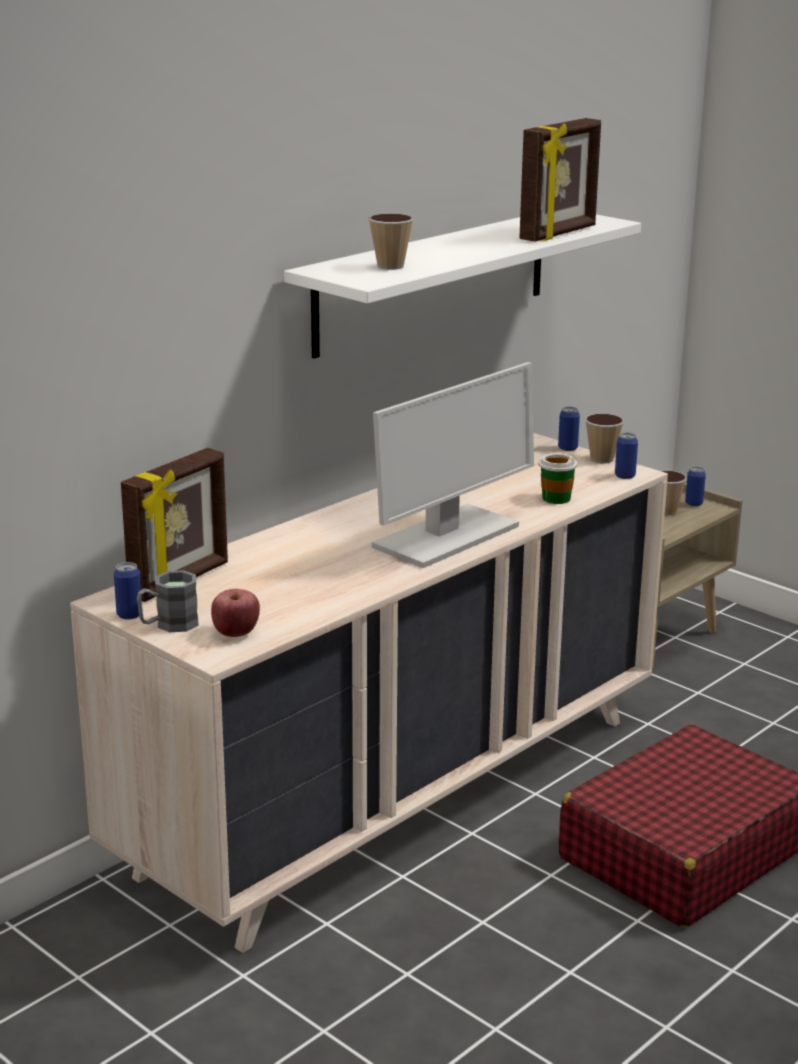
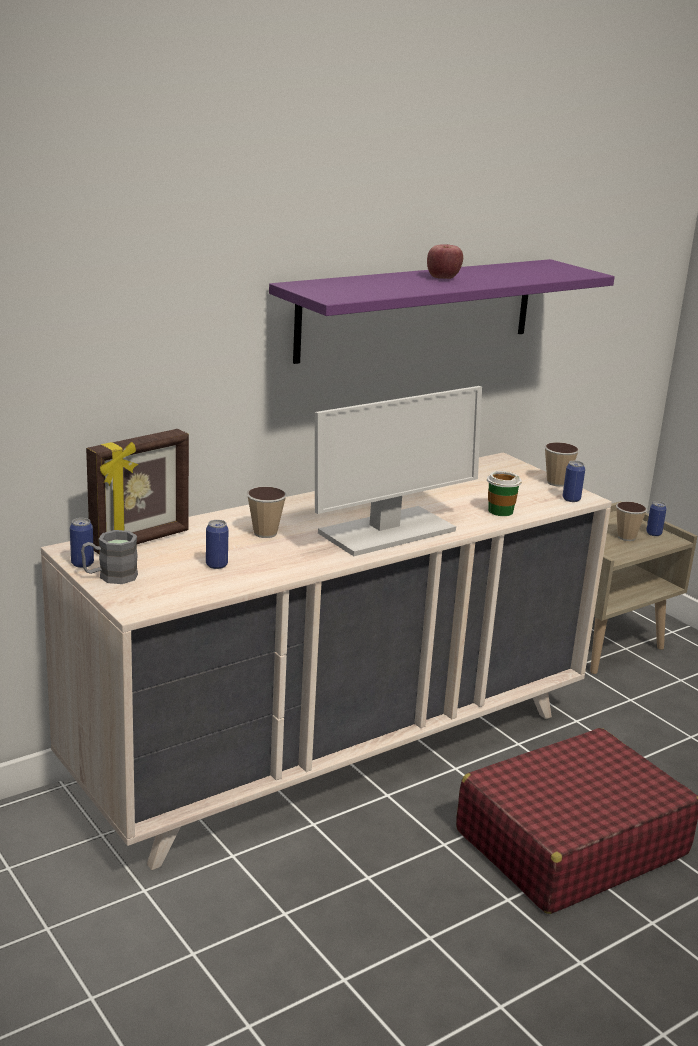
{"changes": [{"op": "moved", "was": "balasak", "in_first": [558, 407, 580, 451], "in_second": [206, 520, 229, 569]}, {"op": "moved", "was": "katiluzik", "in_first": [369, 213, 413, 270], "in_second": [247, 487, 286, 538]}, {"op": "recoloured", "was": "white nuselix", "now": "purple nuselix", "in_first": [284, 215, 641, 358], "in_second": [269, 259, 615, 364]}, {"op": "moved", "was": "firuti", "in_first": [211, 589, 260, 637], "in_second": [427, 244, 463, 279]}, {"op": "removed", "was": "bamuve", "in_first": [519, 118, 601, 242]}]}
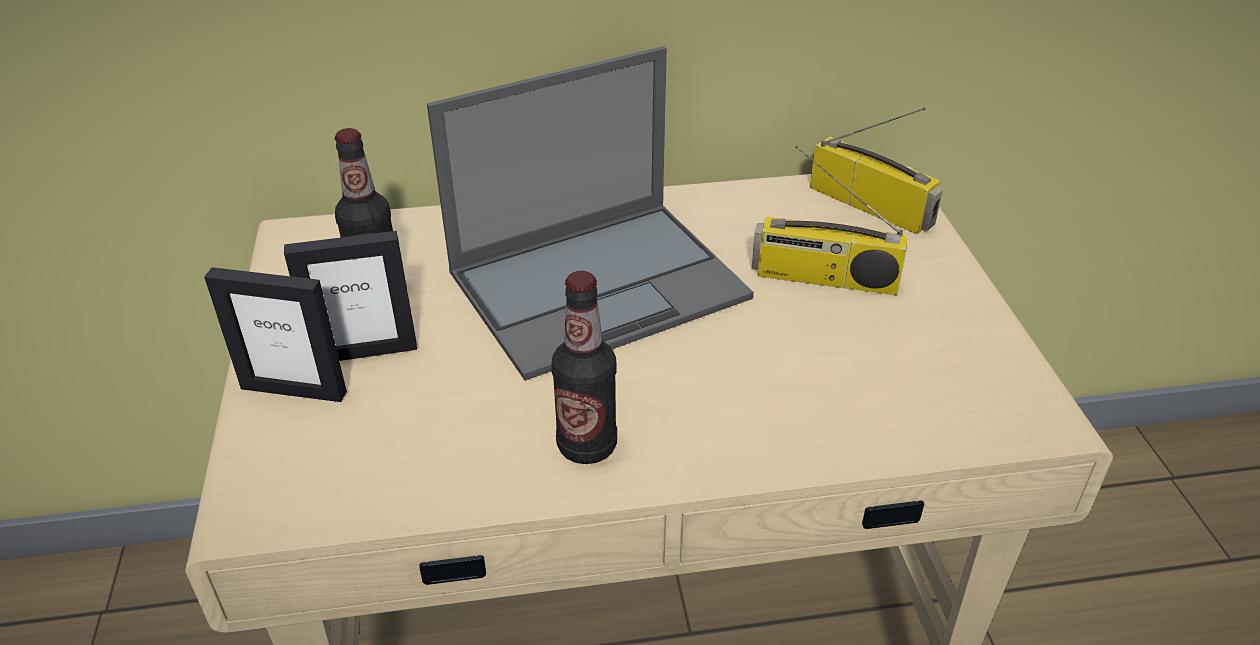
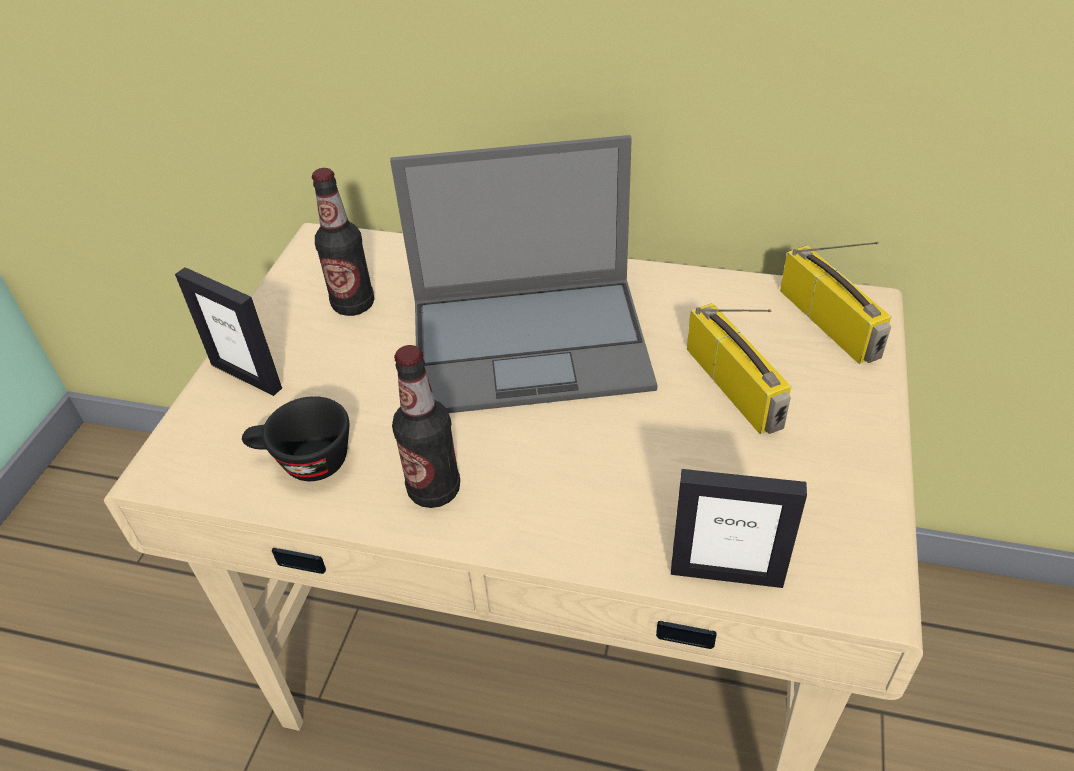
{"changes": [{"op": "added", "now": "black katiluzik", "in_second": [242, 396, 349, 481]}, {"op": "moved", "was": "bamuve", "in_first": [284, 231, 417, 361], "in_second": [671, 469, 807, 588]}, {"op": "turned", "was": "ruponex", "in_first": [752, 146, 907, 295], "in_second": [687, 303, 791, 434], "clockwise": -150}]}
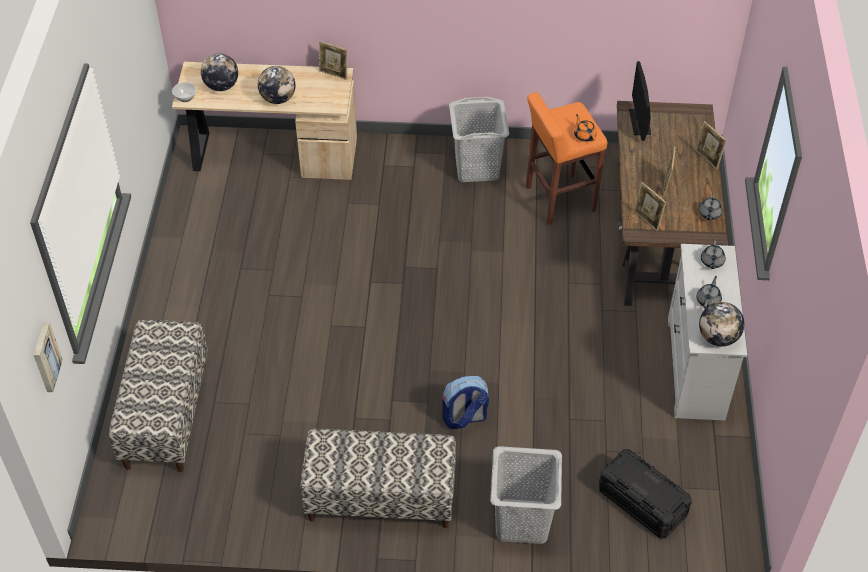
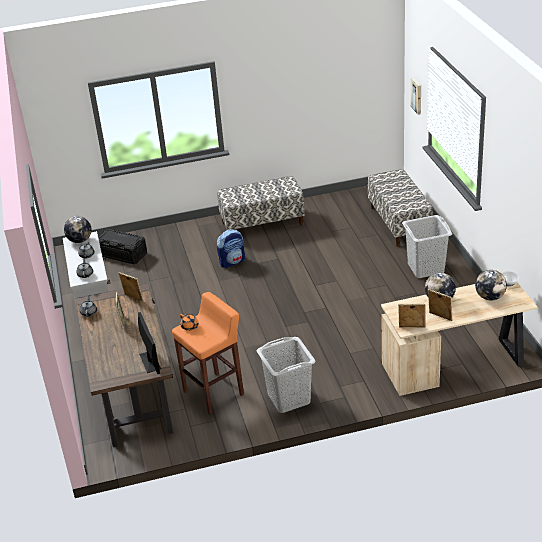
{"changes": [{"op": "moved", "was": "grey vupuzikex", "in_first": [490, 446, 562, 544], "in_second": [402, 215, 452, 278]}, {"op": "moved", "was": "bamuve", "in_first": [695, 121, 727, 169], "in_second": [428, 289, 452, 321]}]}
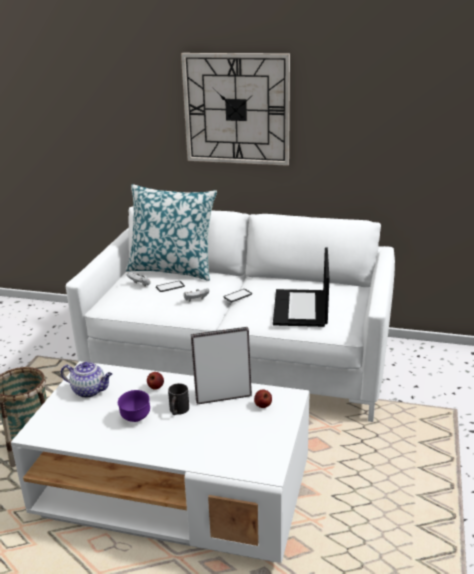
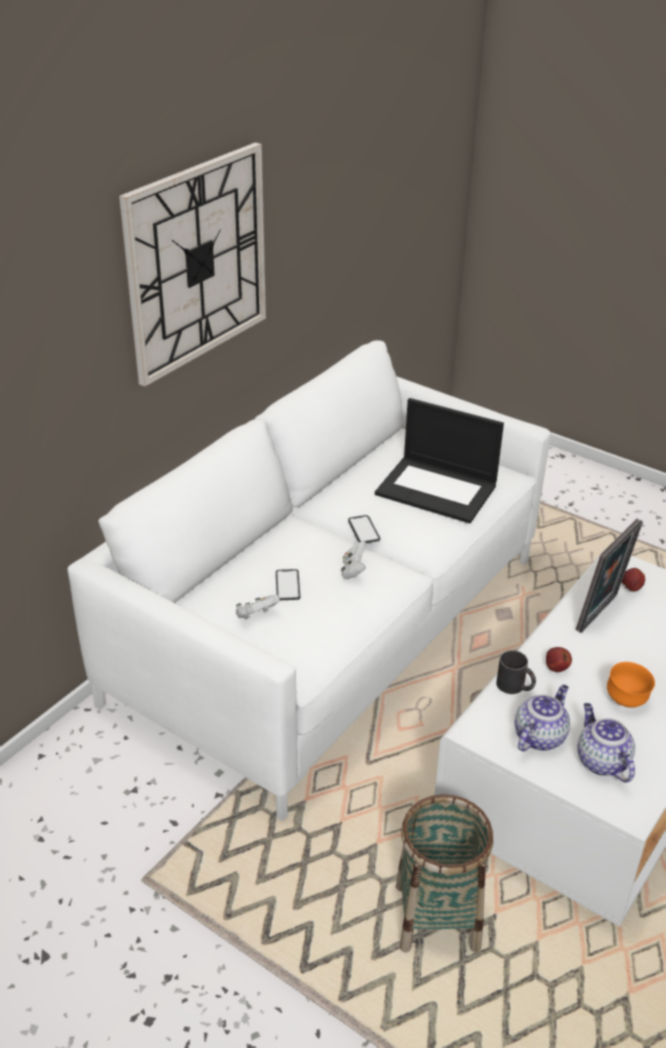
{"changes": [{"op": "moved", "was": "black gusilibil", "in_first": [168, 383, 189, 415], "in_second": [496, 650, 536, 694]}, {"op": "turned", "was": "bamuve", "in_first": [191, 327, 252, 404], "in_second": [576, 519, 643, 633], "clockwise": -150}, {"op": "added", "now": "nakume", "in_second": [578, 703, 635, 783]}, {"op": "recoloured", "was": "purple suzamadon", "now": "orange suzamadon", "in_first": [118, 390, 150, 422], "in_second": [607, 662, 655, 707]}, {"op": "removed", "was": "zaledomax", "in_first": [126, 184, 217, 281]}]}
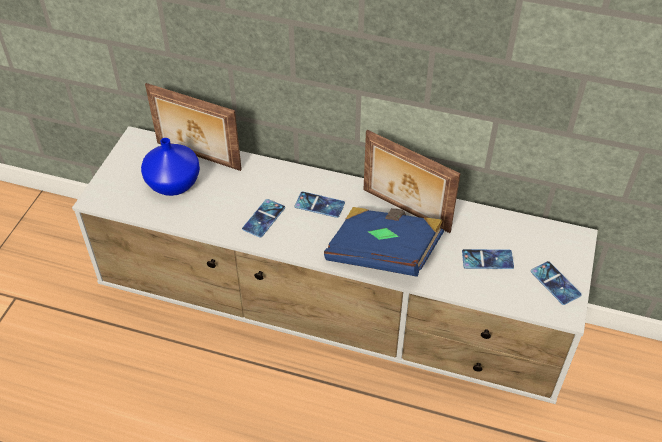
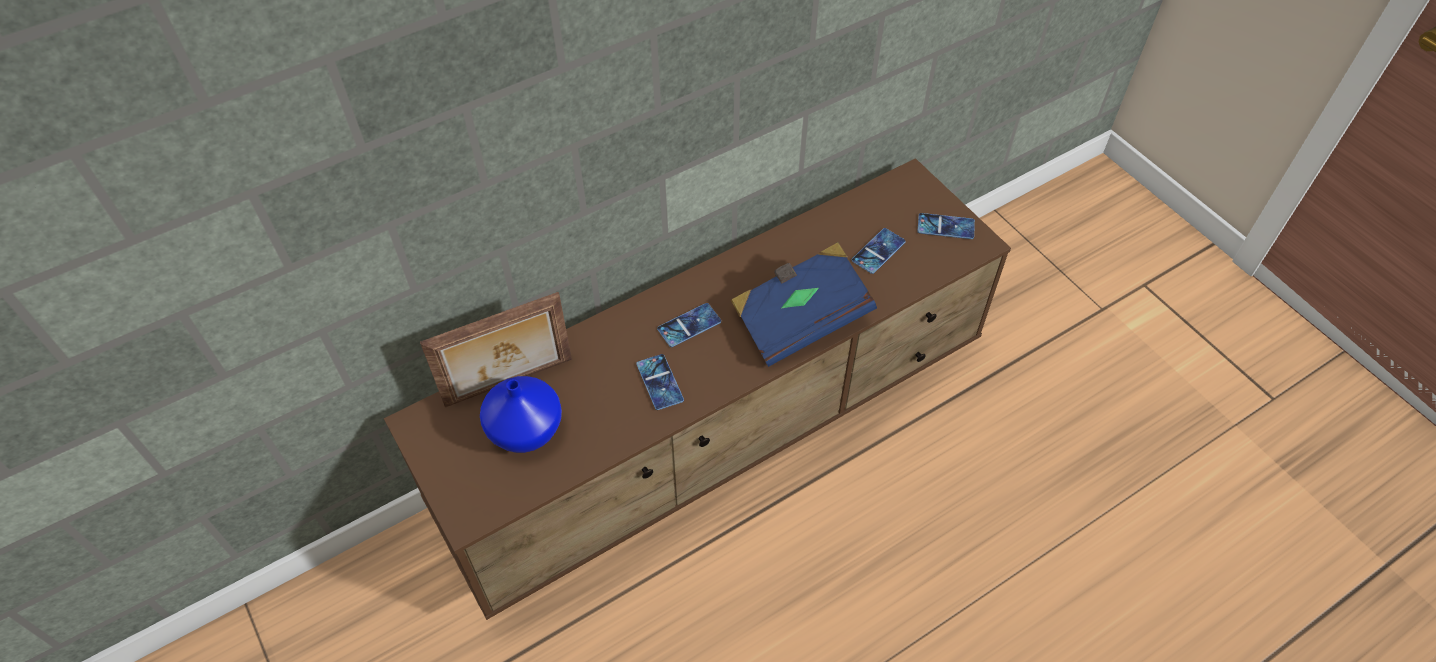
{"changes": [{"op": "recoloured", "was": "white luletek", "now": "brown luletek", "in_first": [72, 126, 598, 404], "in_second": [384, 158, 1011, 620]}, {"op": "removed", "was": "bamuve", "in_first": [363, 130, 460, 233]}]}
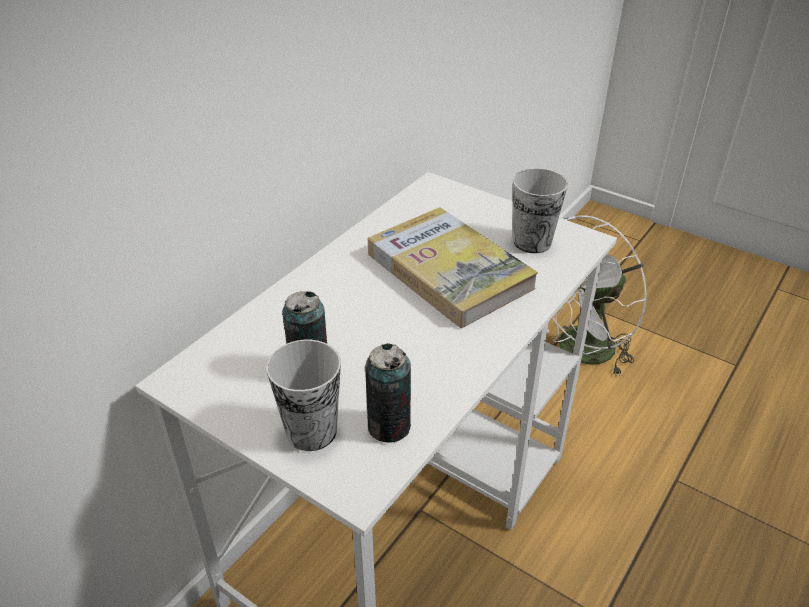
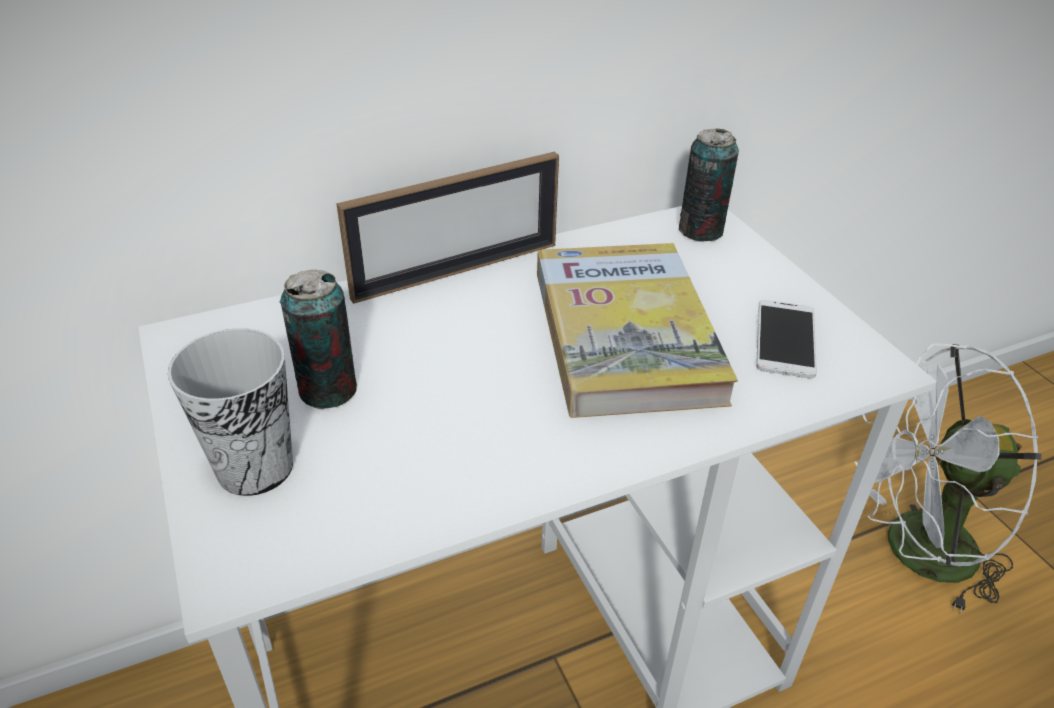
{"changes": [{"op": "added", "now": "bamuve", "in_second": [336, 152, 559, 304]}, {"op": "moved", "was": "balasak", "in_first": [365, 343, 411, 443], "in_second": [679, 129, 739, 242]}, {"op": "replaced", "was": "katiluzik", "now": "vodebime", "in_first": [513, 168, 568, 253], "in_second": [756, 300, 817, 379]}]}
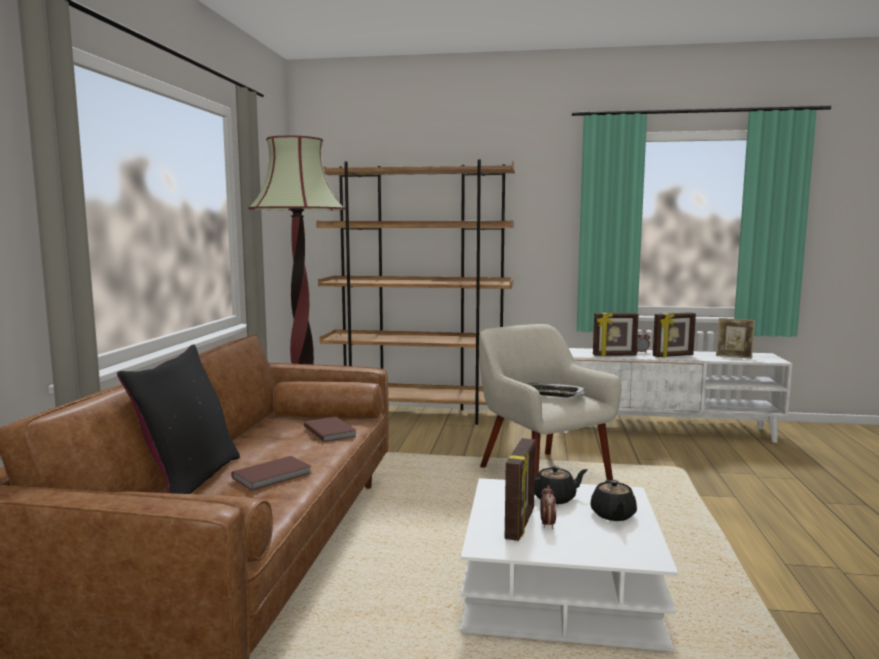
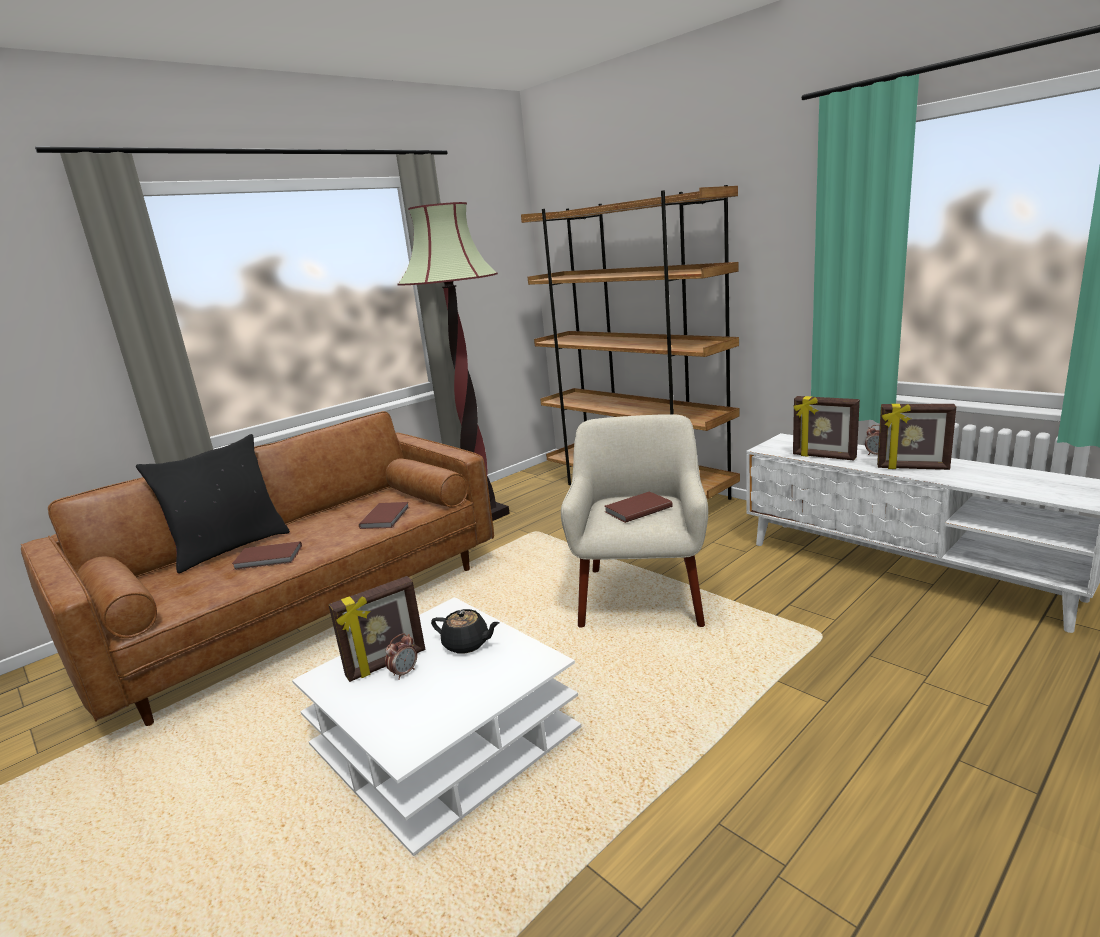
{"changes": [{"op": "replaced", "was": "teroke", "now": "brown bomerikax", "in_first": [528, 383, 586, 398], "in_second": [605, 491, 673, 523]}, {"op": "removed", "was": "black nakume", "in_first": [590, 480, 637, 521]}, {"op": "removed", "was": "bamuve", "in_first": [716, 318, 755, 359]}]}
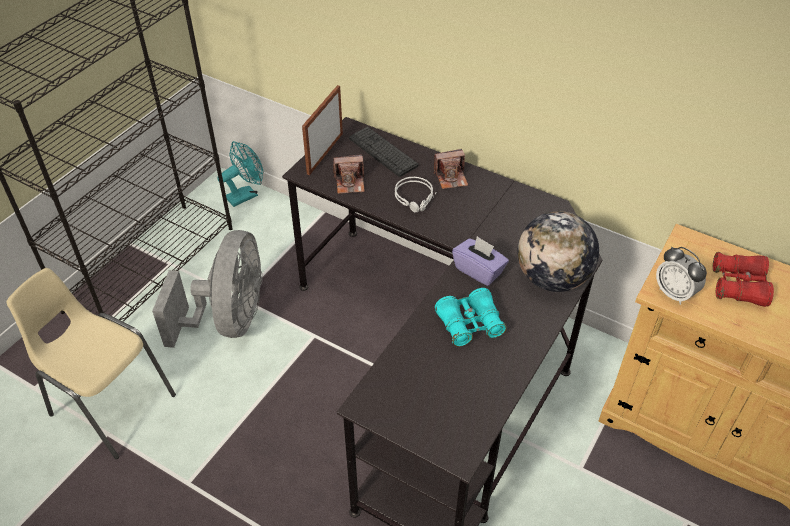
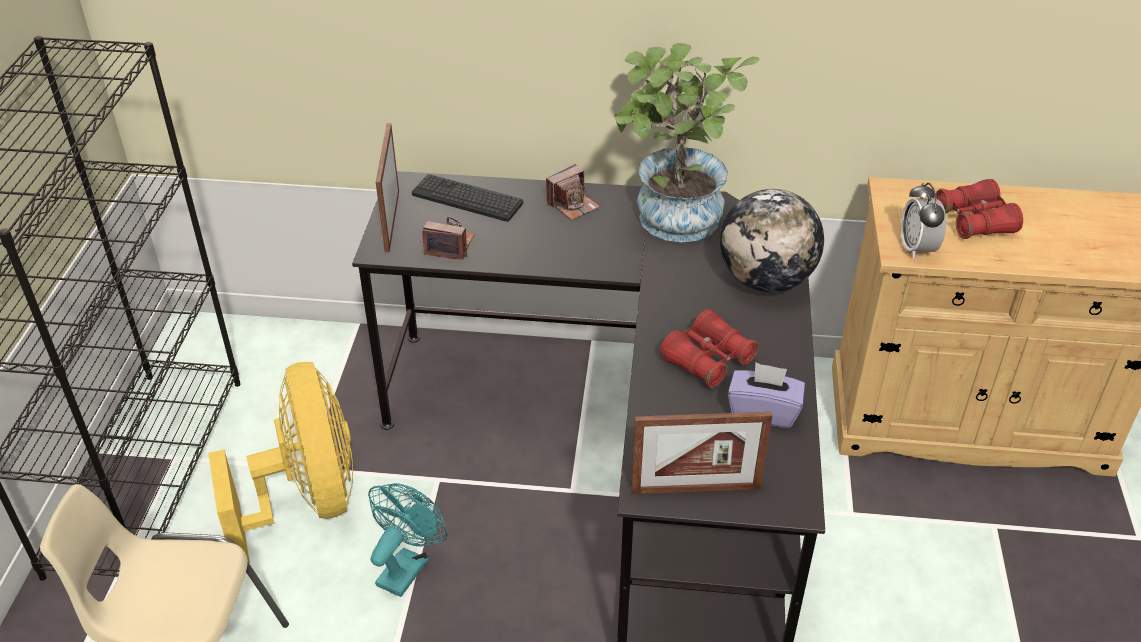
{"changes": [{"op": "recoloured", "was": "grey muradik", "now": "yellow muradik", "in_first": [152, 230, 262, 348], "in_second": [208, 362, 353, 563]}, {"op": "moved", "was": "turquoise muradik", "in_first": [217, 141, 264, 207], "in_second": [368, 483, 447, 597]}, {"op": "turned", "was": "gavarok", "in_first": [333, 154, 365, 194], "in_second": [422, 217, 474, 260], "clockwise": -135}, {"op": "added", "now": "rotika", "in_second": [614, 43, 759, 242]}, {"op": "added", "now": "bamuve", "in_second": [631, 412, 772, 494]}, {"op": "recoloured", "was": "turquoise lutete", "now": "red lutete", "in_first": [435, 288, 507, 347], "in_second": [660, 309, 759, 388]}, {"op": "moved", "was": "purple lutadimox", "in_first": [452, 236, 509, 286], "in_second": [728, 362, 805, 428]}, {"op": "turned", "was": "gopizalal", "in_first": [656, 247, 707, 305], "in_second": [901, 183, 946, 259], "clockwise": 60}, {"op": "removed", "was": "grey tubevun", "in_first": [395, 177, 437, 212]}]}
